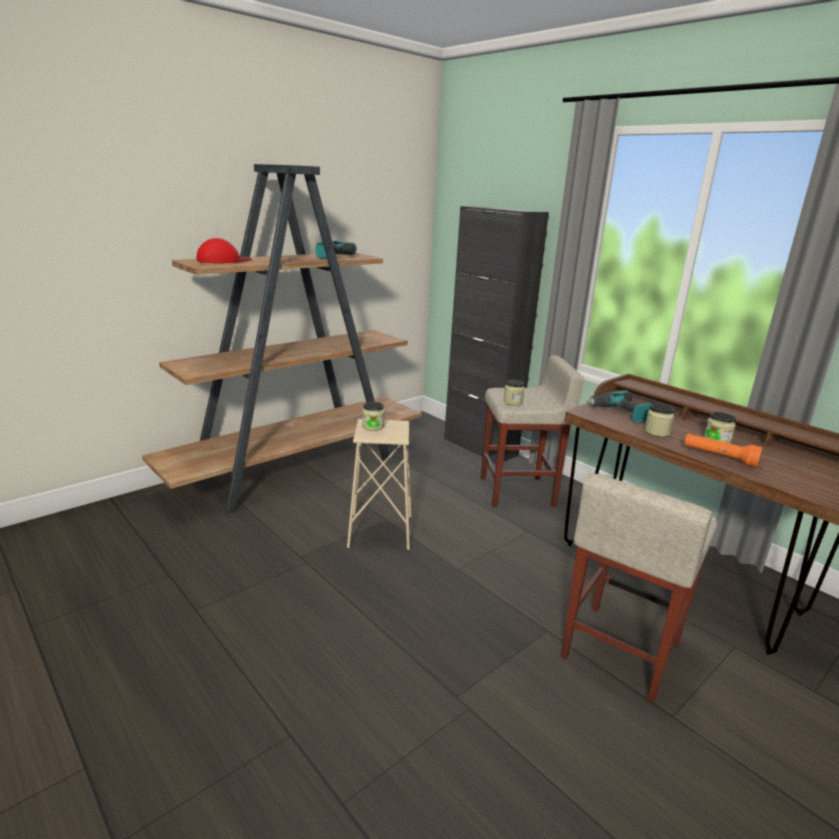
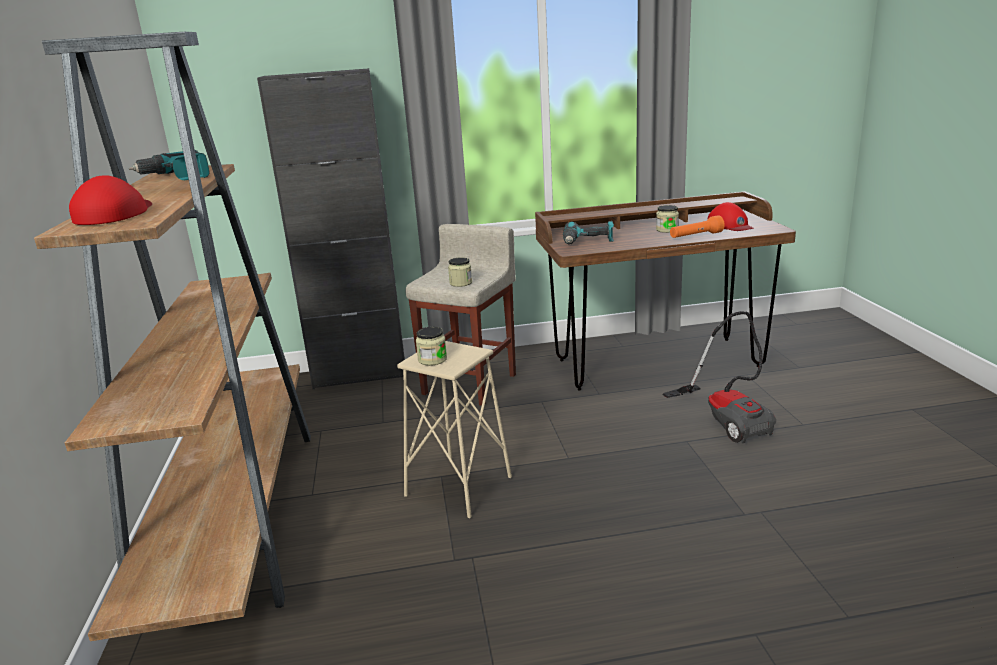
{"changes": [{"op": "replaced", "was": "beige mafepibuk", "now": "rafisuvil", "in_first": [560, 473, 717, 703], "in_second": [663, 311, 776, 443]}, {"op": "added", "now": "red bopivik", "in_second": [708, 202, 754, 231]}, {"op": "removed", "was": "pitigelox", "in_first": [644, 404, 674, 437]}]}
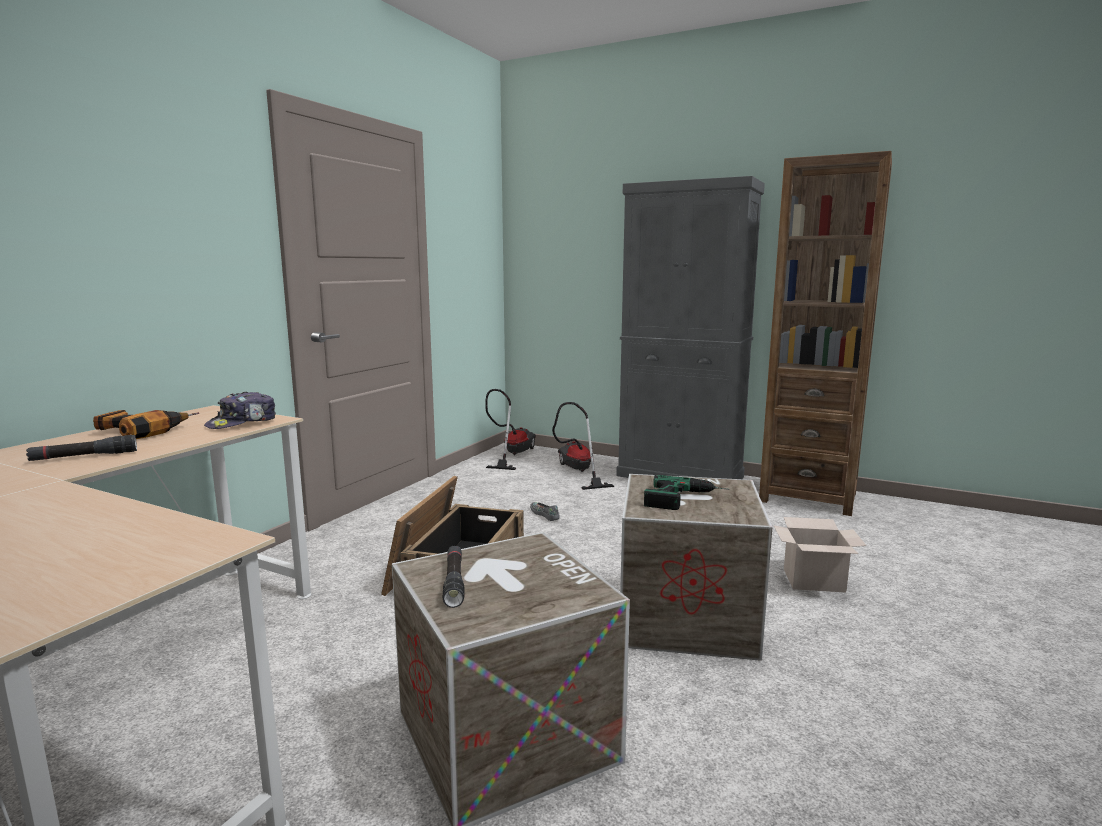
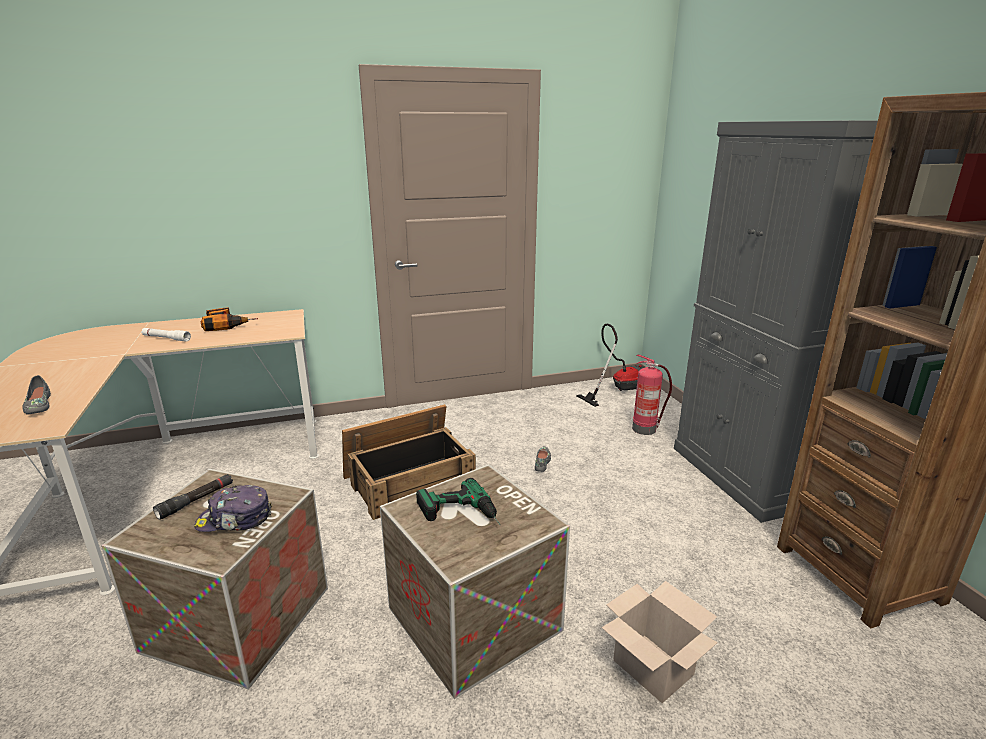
{"changes": [{"op": "added", "now": "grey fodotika", "in_second": [22, 375, 51, 415]}, {"op": "recoloured", "was": "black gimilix", "now": "white gimilix", "in_first": [26, 435, 137, 461], "in_second": [141, 328, 191, 342]}, {"op": "moved", "was": "bopivik", "in_first": [204, 392, 276, 429], "in_second": [194, 485, 272, 532]}, {"op": "replaced", "was": "rafisuvil", "now": "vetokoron", "in_first": [552, 402, 614, 490], "in_second": [632, 355, 672, 435]}]}
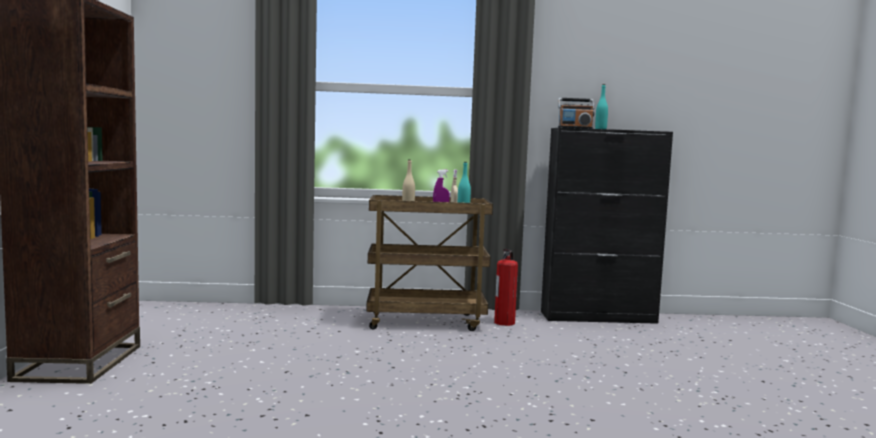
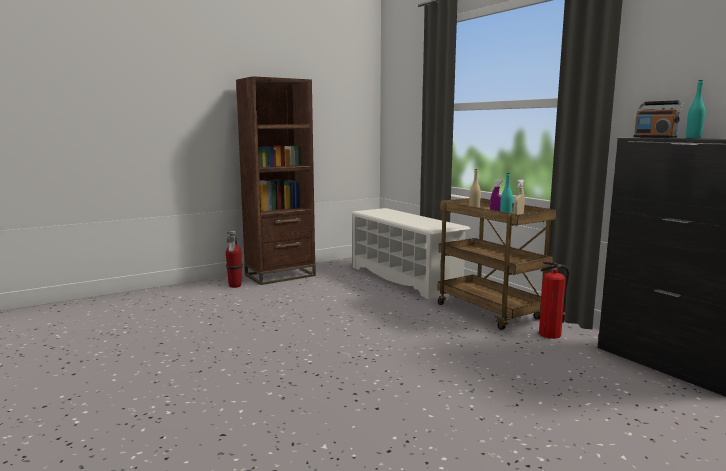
{"changes": [{"op": "added", "now": "vetokoron", "in_second": [226, 231, 243, 288]}, {"op": "added", "now": "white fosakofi", "in_second": [351, 208, 470, 299]}]}
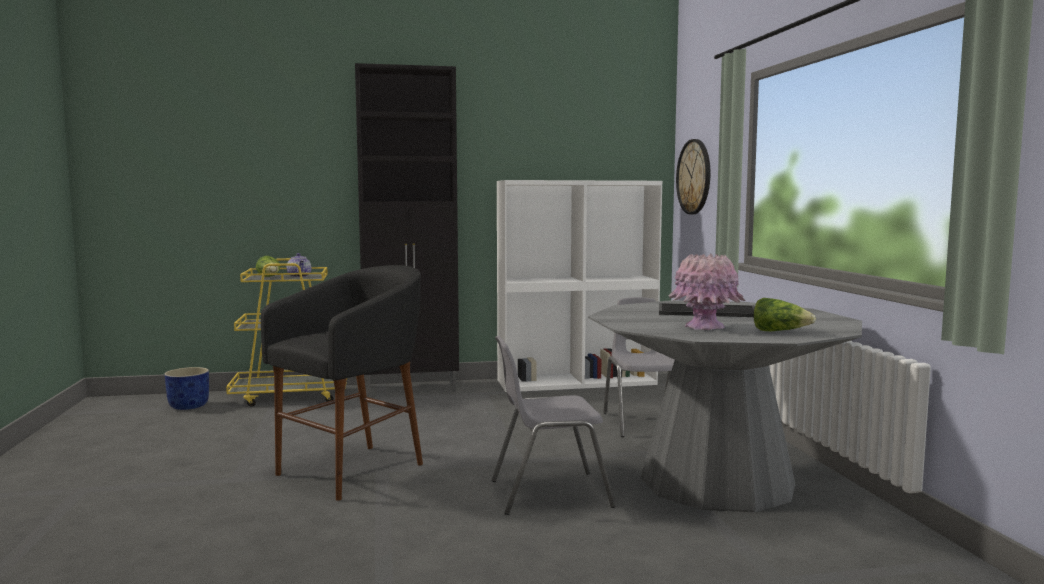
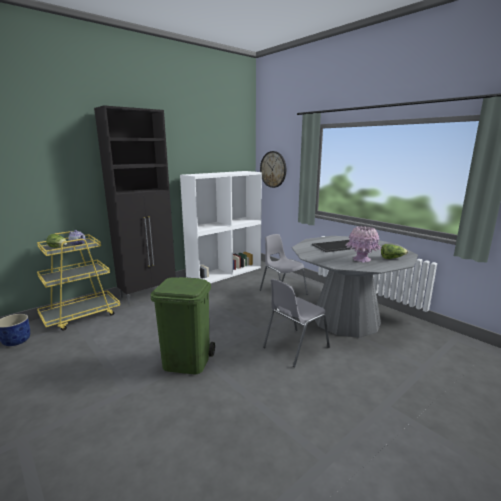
{"changes": [{"op": "replaced", "was": "black mafepibuk", "now": "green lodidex", "in_first": [261, 265, 423, 501], "in_second": [150, 277, 215, 374]}]}
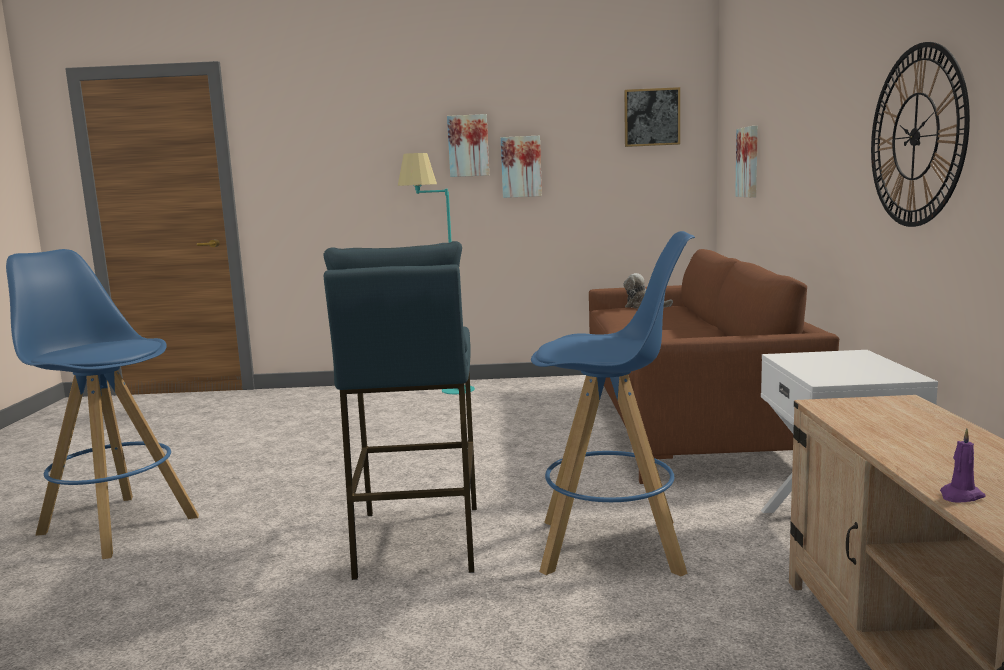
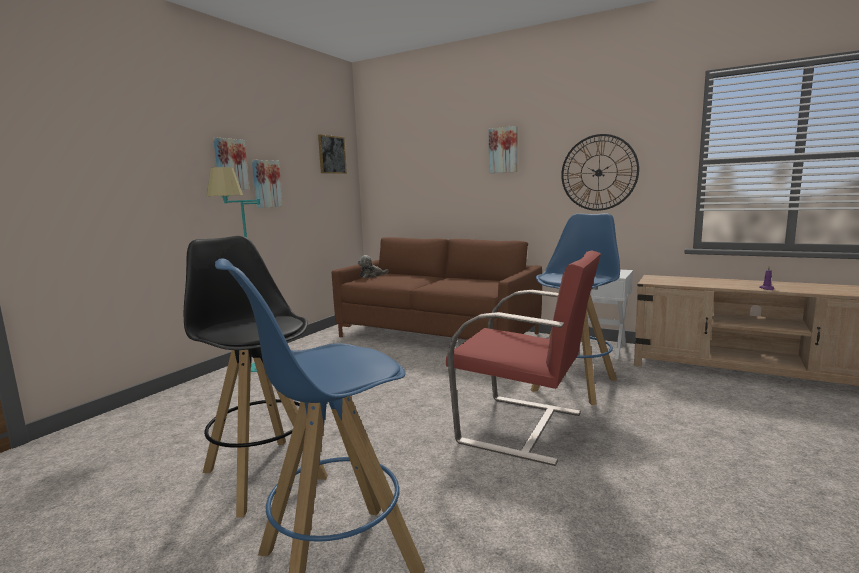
{"changes": [{"op": "added", "now": "black mafepibuk", "in_second": [184, 236, 328, 518]}, {"op": "replaced", "was": "blue mafepibuk", "now": "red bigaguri", "in_first": [324, 241, 477, 580], "in_second": [446, 250, 601, 466]}, {"op": "moved", "was": "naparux", "in_first": [735, 126, 758, 197], "in_second": [489, 126, 517, 173]}]}
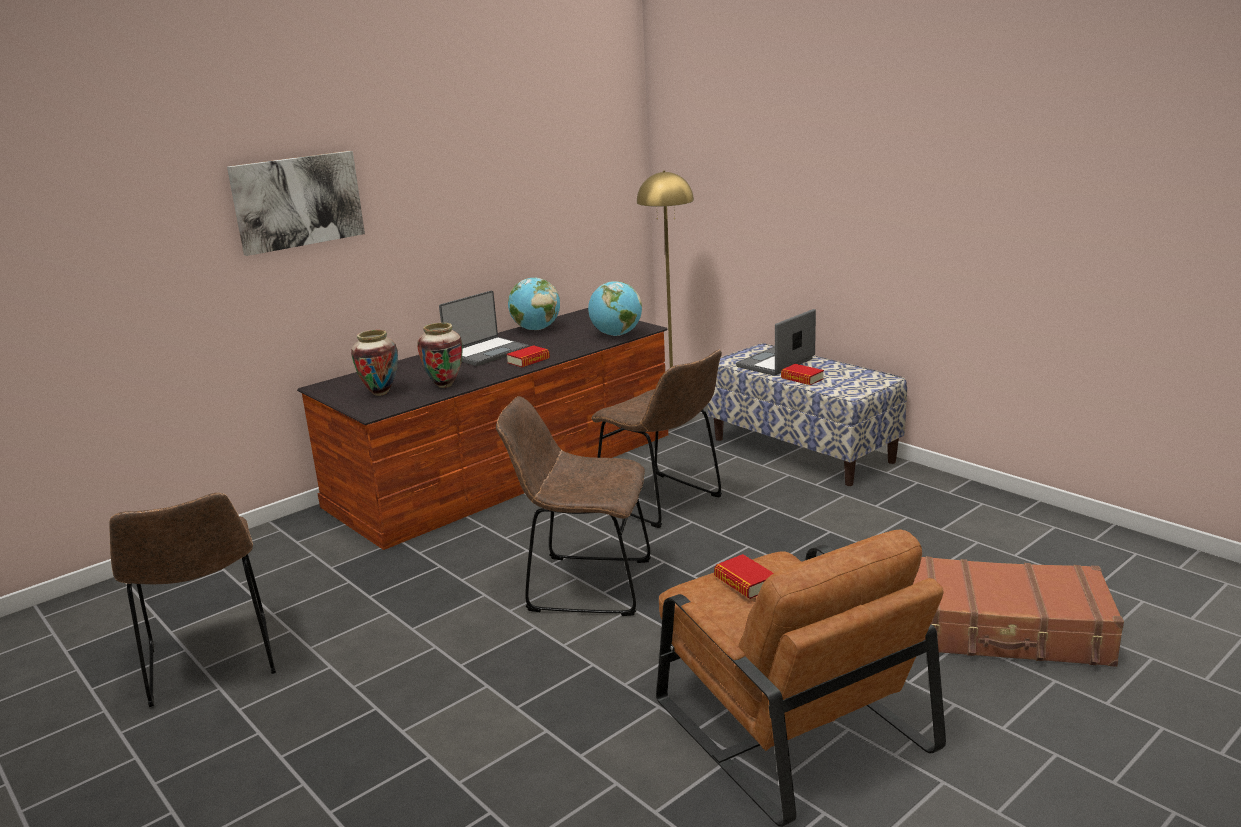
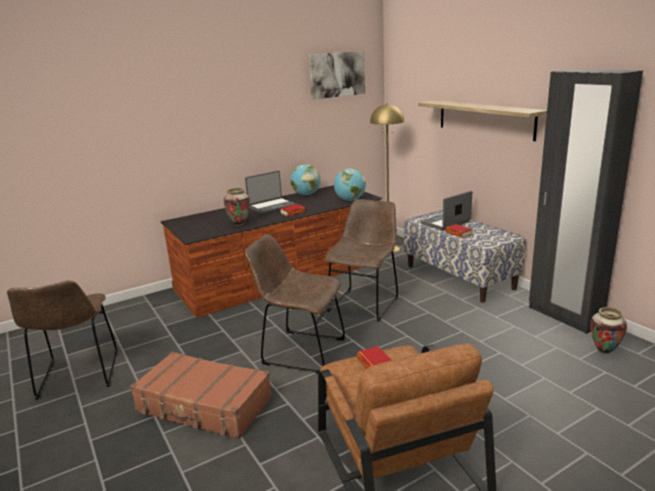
{"changes": [{"op": "moved", "was": "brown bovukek", "in_first": [913, 556, 1124, 667], "in_second": [130, 352, 272, 439]}, {"op": "moved", "was": "naparux", "in_first": [227, 151, 365, 256], "in_second": [309, 51, 365, 99]}, {"op": "turned", "was": "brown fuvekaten", "in_first": [591, 350, 722, 528], "in_second": [324, 199, 398, 321], "clockwise": -120}, {"op": "added", "now": "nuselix", "in_second": [418, 100, 547, 141]}, {"op": "added", "now": "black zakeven", "in_second": [529, 69, 643, 334]}, {"op": "moved", "was": "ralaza", "in_first": [351, 330, 398, 396], "in_second": [591, 307, 627, 354]}]}
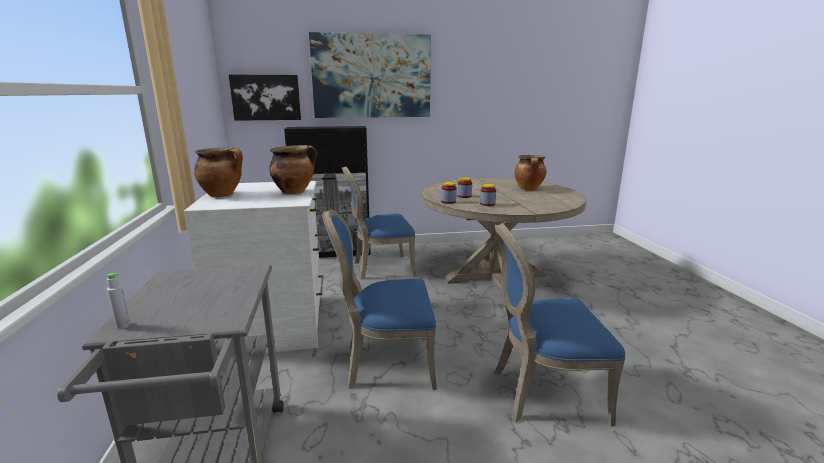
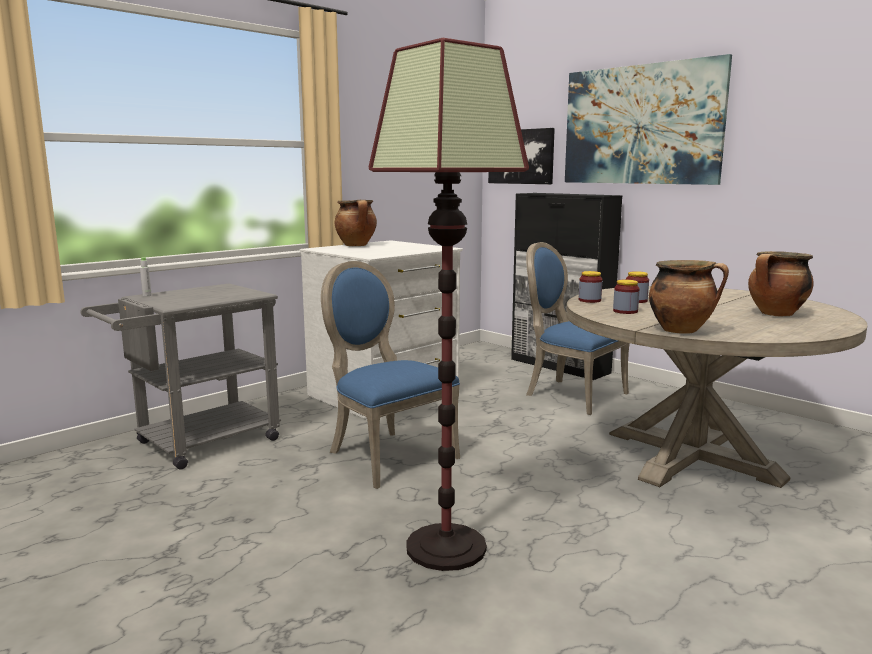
{"changes": [{"op": "replaced", "was": "blue fuvekaten", "now": "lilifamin", "in_first": [494, 223, 625, 426], "in_second": [369, 38, 529, 571]}, {"op": "moved", "was": "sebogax", "in_first": [269, 145, 317, 194], "in_second": [649, 260, 729, 334]}]}
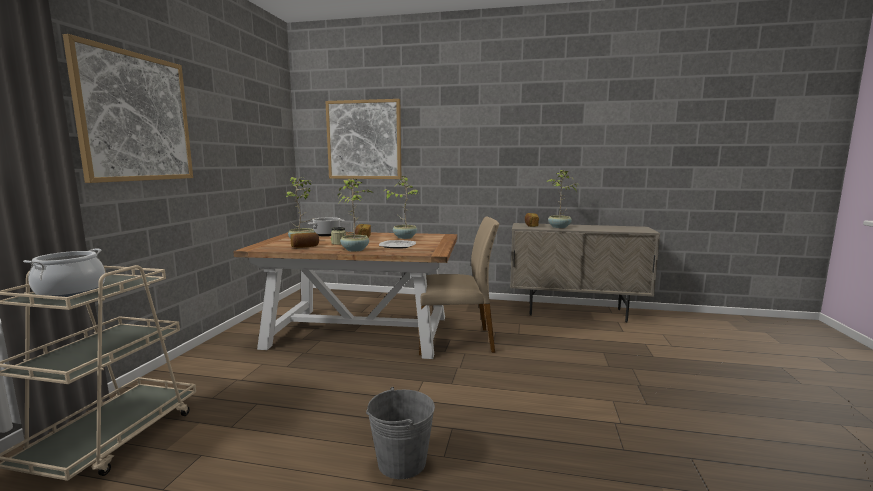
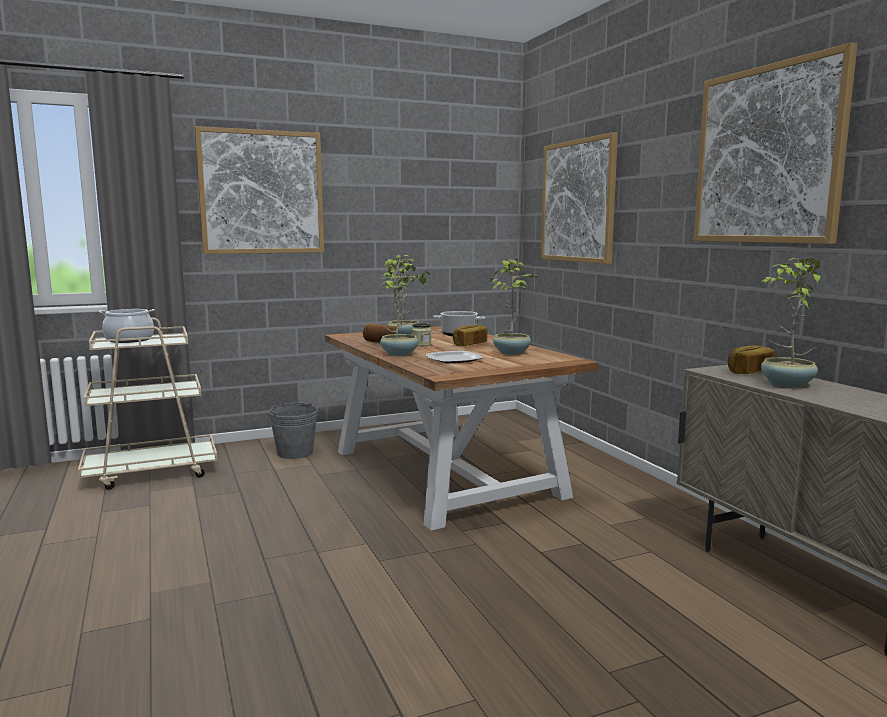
{"changes": [{"op": "moved", "was": "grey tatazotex", "in_first": [366, 387, 435, 479], "in_second": [269, 402, 318, 459]}, {"op": "added", "now": "naparux", "in_second": [694, 43, 858, 244]}, {"op": "removed", "was": "beige fuvekaten", "in_first": [419, 217, 499, 355]}]}
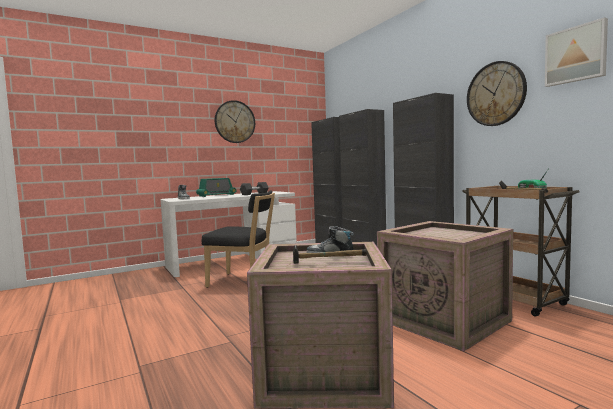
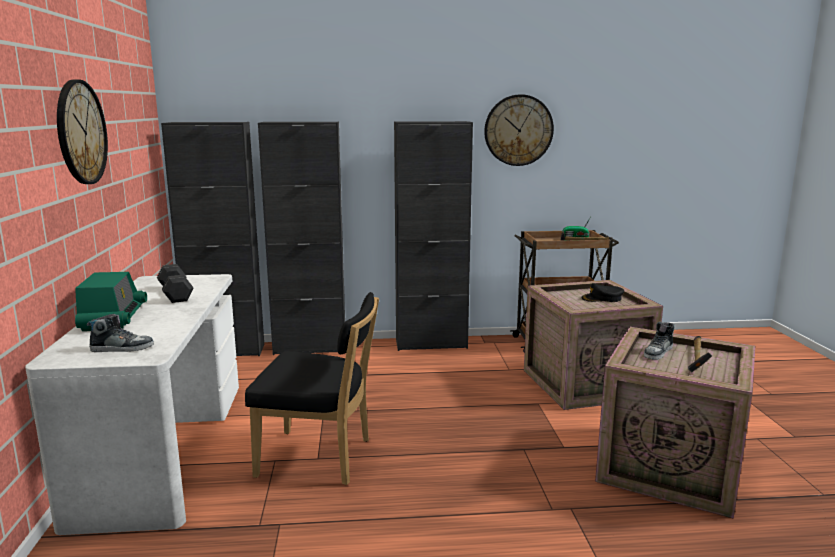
{"changes": [{"op": "turned", "was": "black fuvekaten", "in_first": [202, 190, 275, 288], "in_second": [245, 292, 379, 485], "clockwise": 60}, {"op": "added", "now": "black bopivik", "in_second": [581, 283, 624, 302]}, {"op": "removed", "was": "naparux", "in_first": [545, 17, 608, 87]}]}
